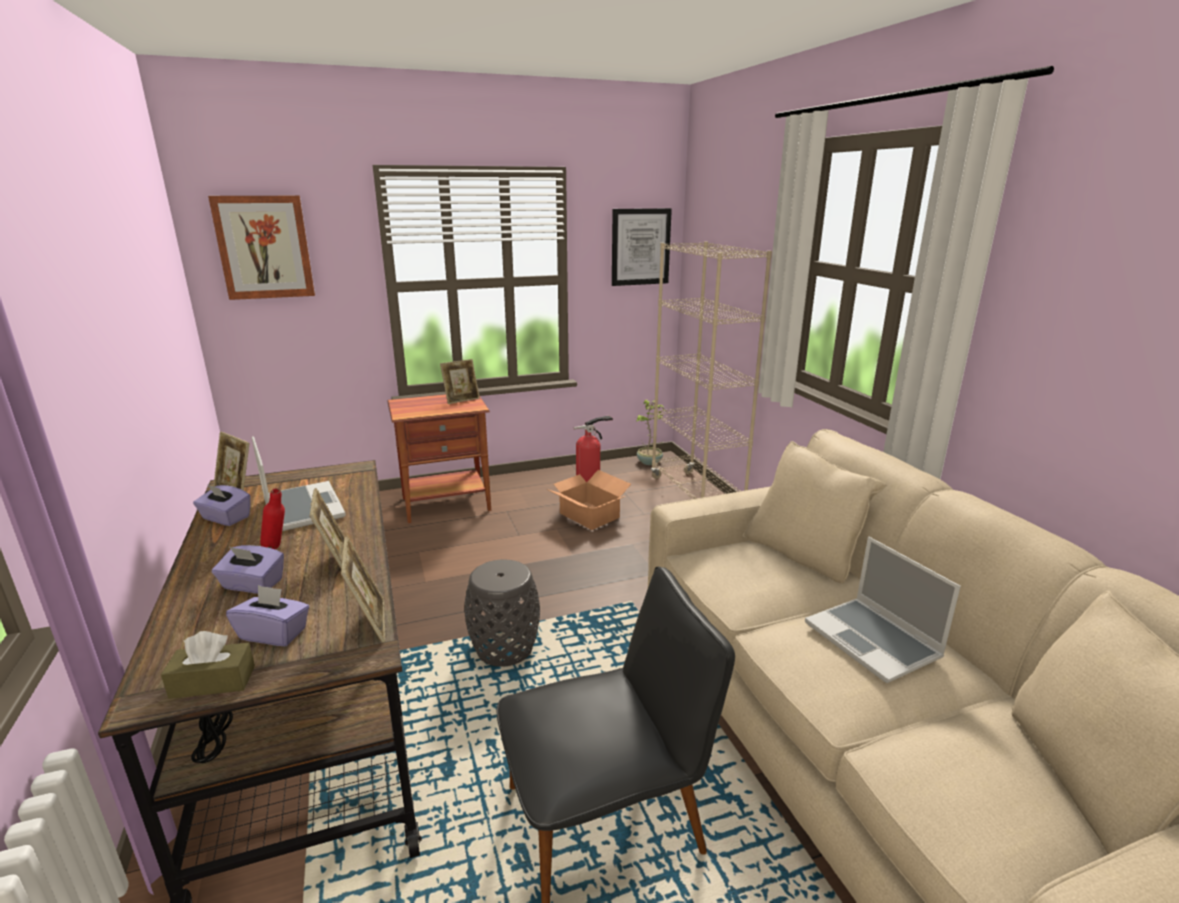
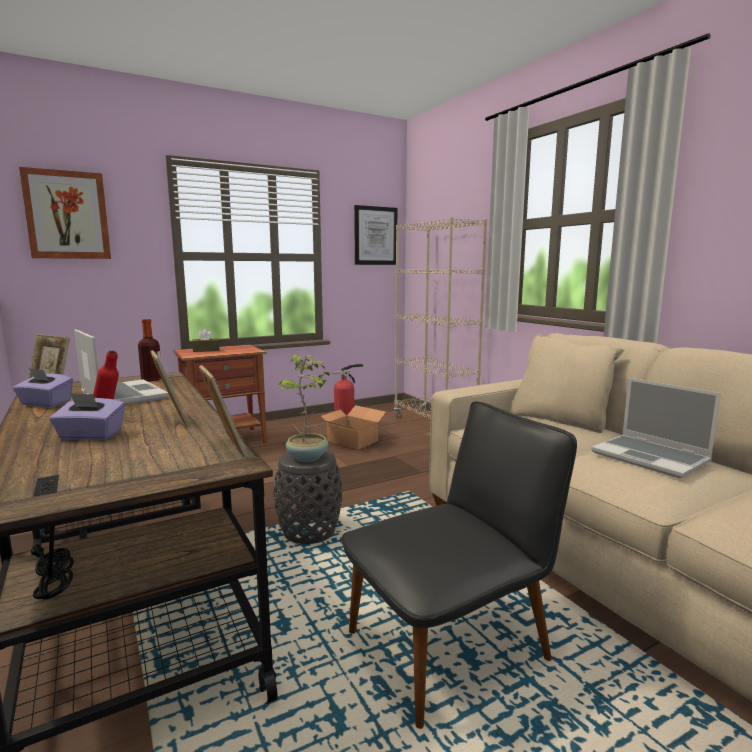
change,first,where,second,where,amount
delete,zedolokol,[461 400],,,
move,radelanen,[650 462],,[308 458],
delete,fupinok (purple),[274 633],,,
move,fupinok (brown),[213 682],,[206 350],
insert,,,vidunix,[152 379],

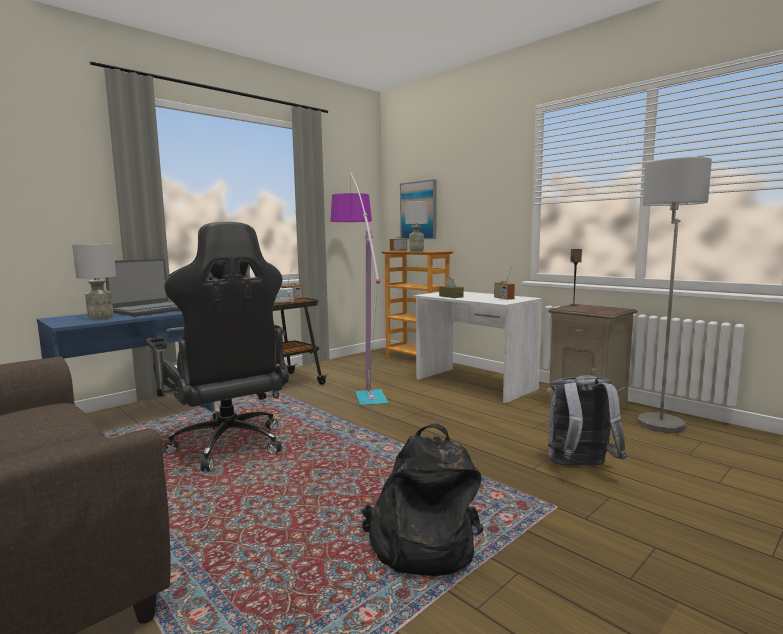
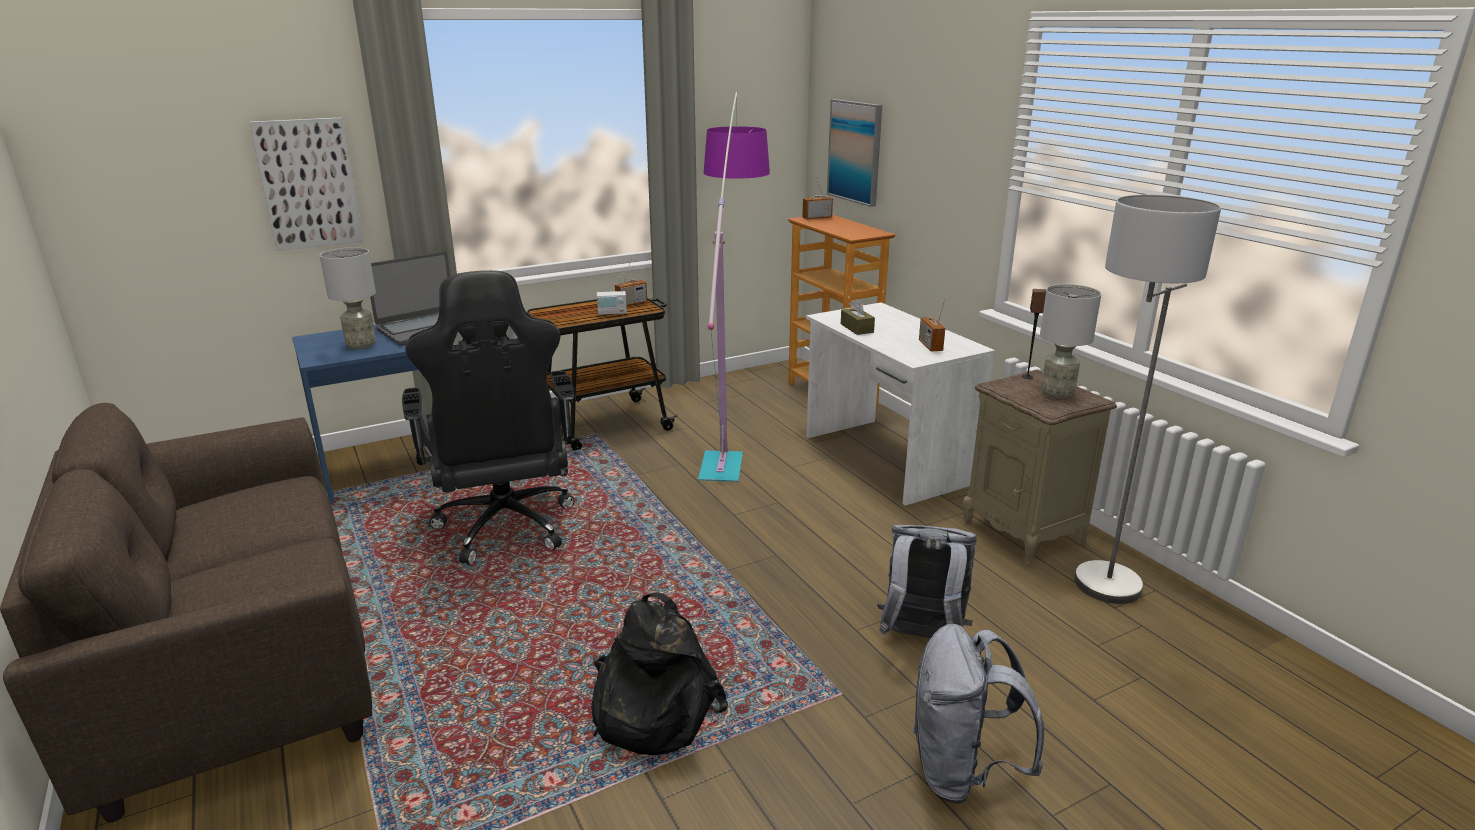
change,first,where,second,where,amount
move,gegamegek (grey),[416 251],,[1056 394],
insert,,,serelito,[308 184],
insert,,,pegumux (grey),[962 772],

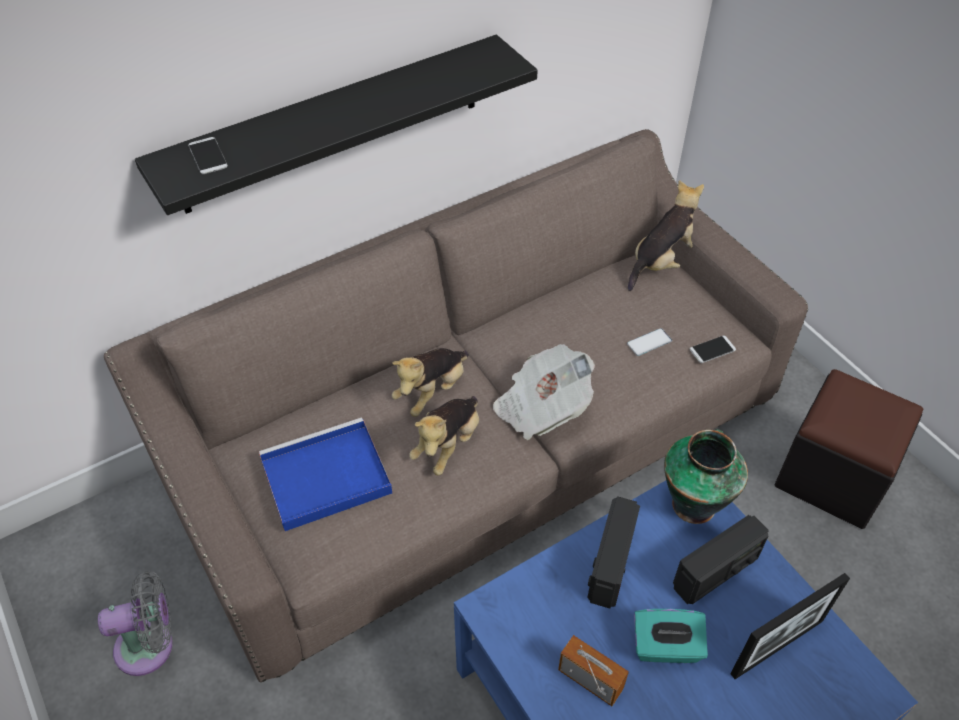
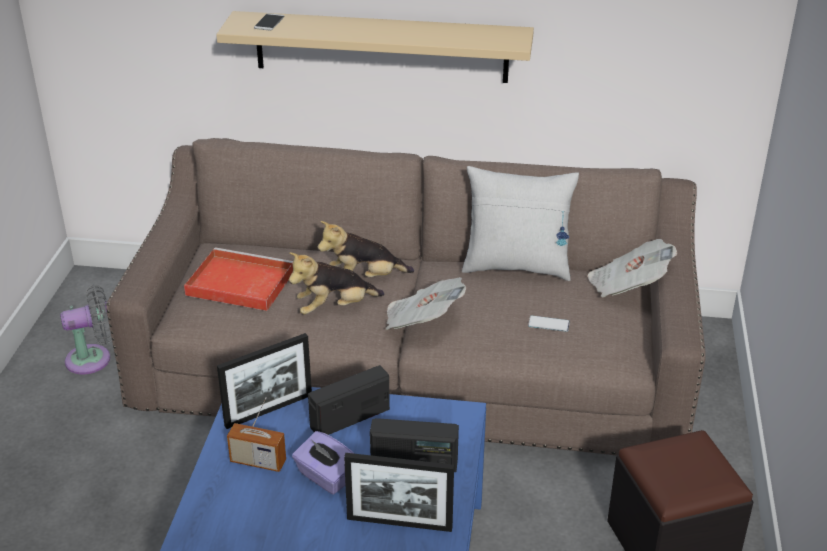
change,first,where,second,where,amount
recolor,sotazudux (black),[333 124],sotazudux (beige),[381 47],
replace,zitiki,[661 262],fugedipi,[627 285],
delete,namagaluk,[712 350],,,
recolor,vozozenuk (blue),[323 478],vozozenuk (red),[238 283],
delete,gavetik,[694 503],,,
rotate,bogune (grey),[150 646],,[93 359],45 degrees counterclockwise
recolor,fupinok (turquoise),[666 647],fupinok (purple),[326 477],
rotate,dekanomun,[590 679],,[258 461],120 degrees clockwise
insert,,,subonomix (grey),[516 268],
insert,,,zedolokol,[268 410],

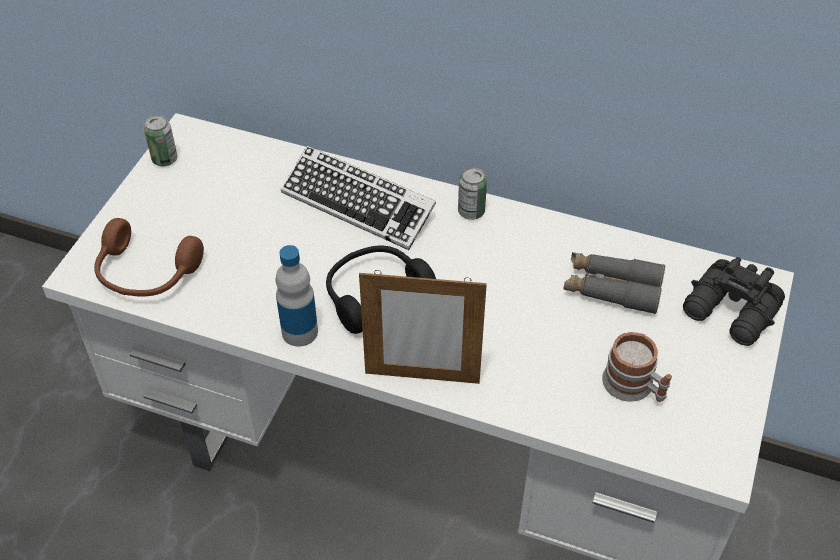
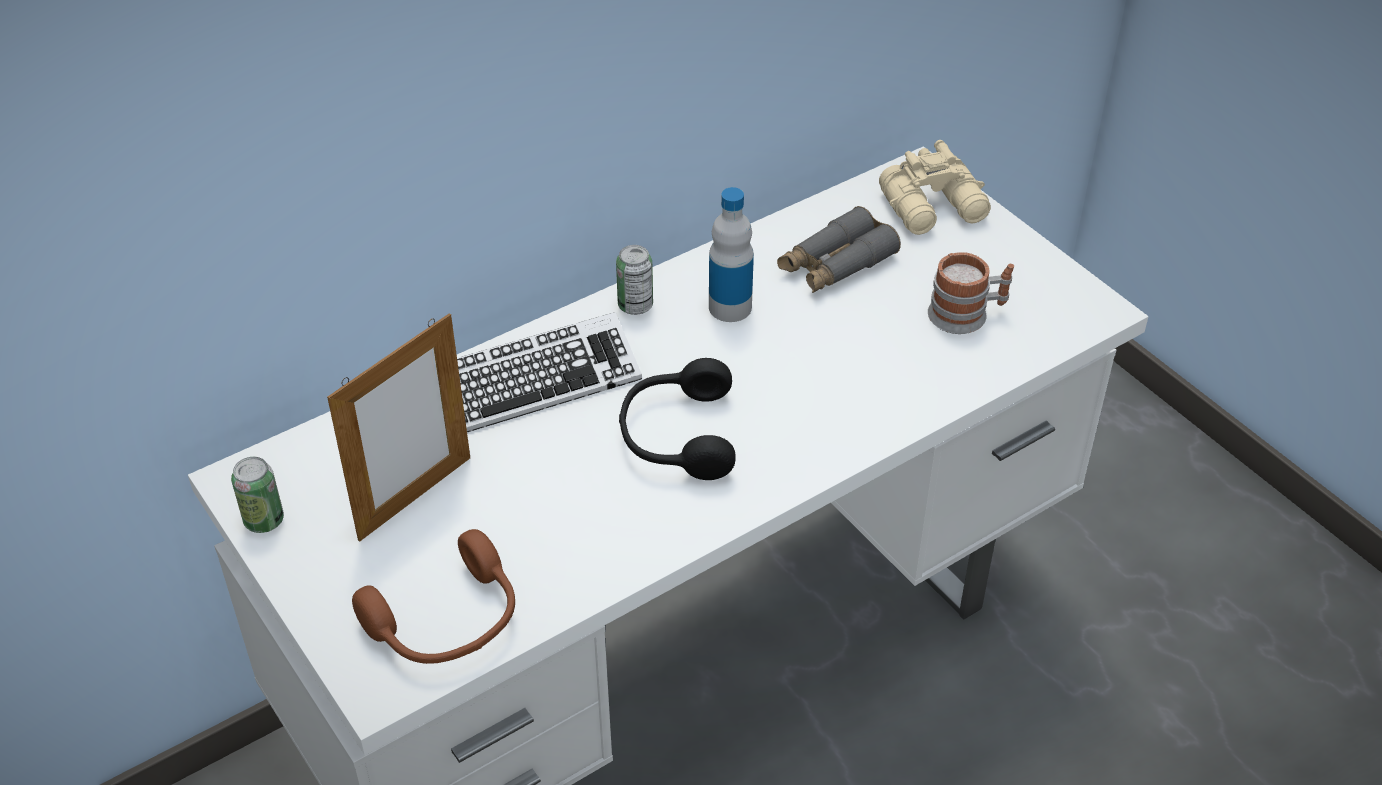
change,first,where,second,where,amount
move,vidunix,[300 332],,[730 307],
recolor,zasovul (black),[731 313],zasovul (beige),[935 208],
move,zedolokol,[422 377],,[415 498],

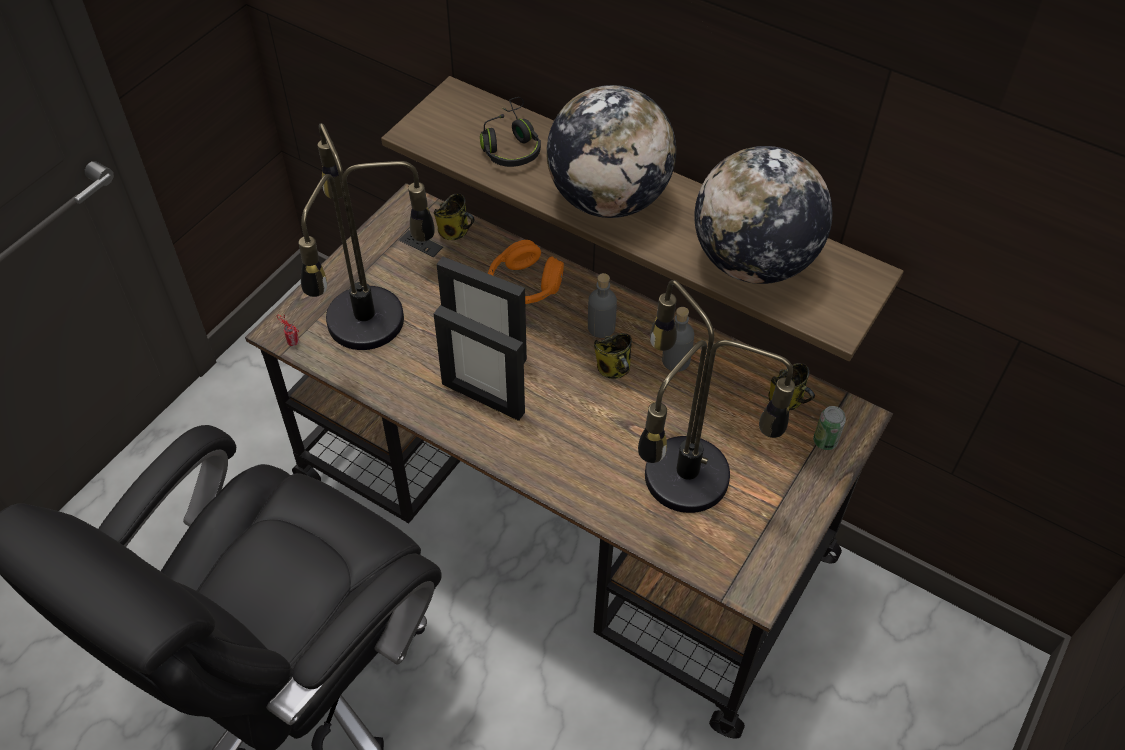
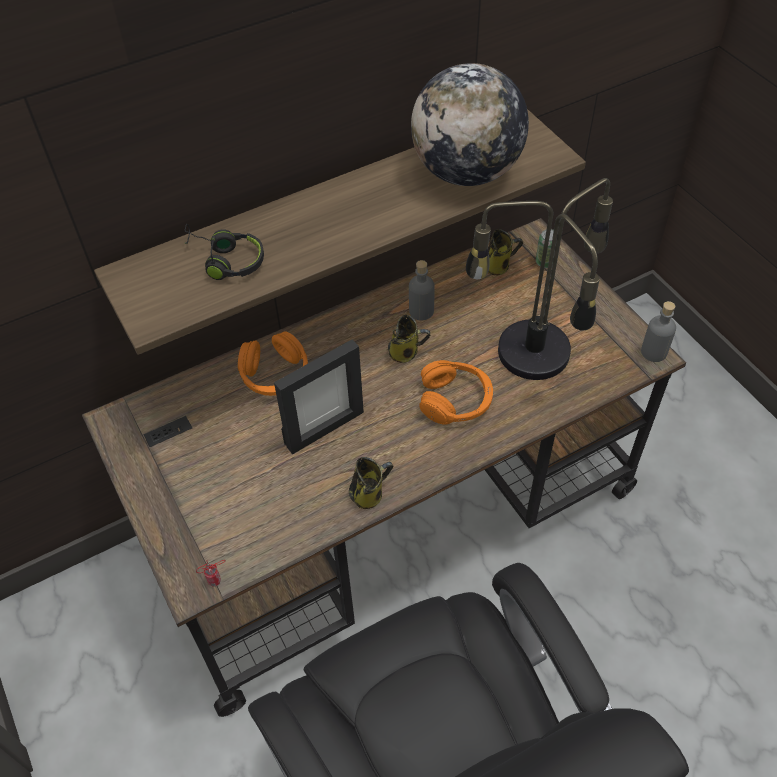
change,first,where,second,where,amount
delete,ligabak,[608 199],,,
delete,gegamegek,[367 320],,,
move,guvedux,[455 232],,[369 494],
move,vidunix (grey),[601 327],,[653 352],
delete,zedolokol,[484 396],,,
insert,,,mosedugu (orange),[455 400],

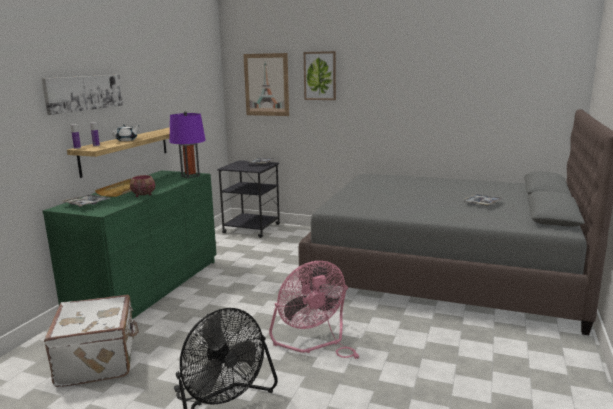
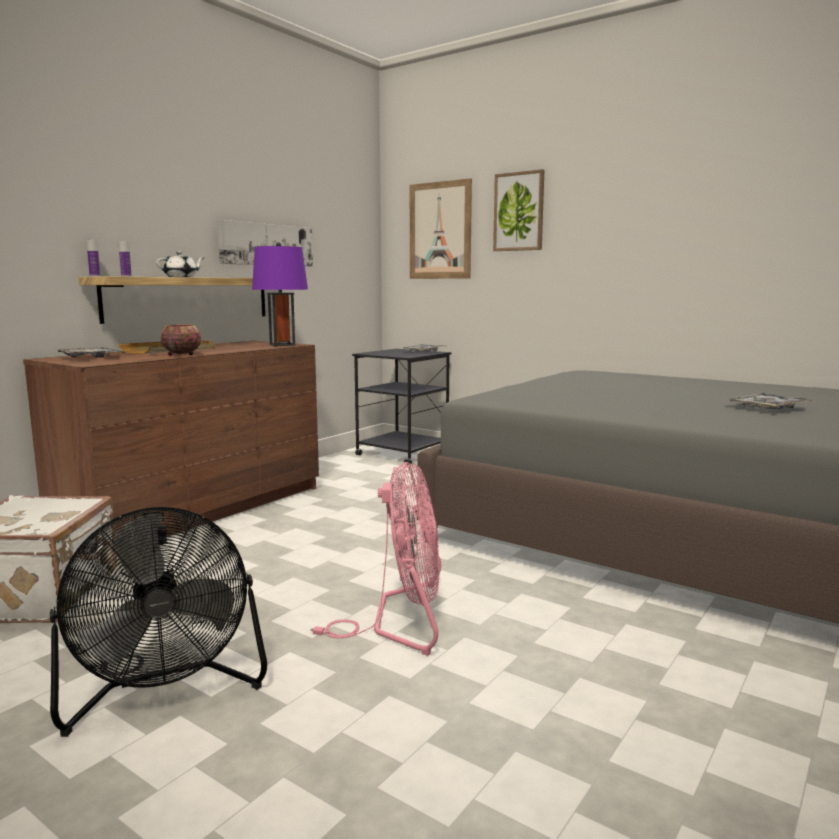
change,first,where,second,where,amount
move,serelito,[84 93],,[266 245],
recolor,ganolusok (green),[148 288],ganolusok (brown),[195 510],
rotate,bogune (pink),[319 341],,[400 619],105 degrees clockwise

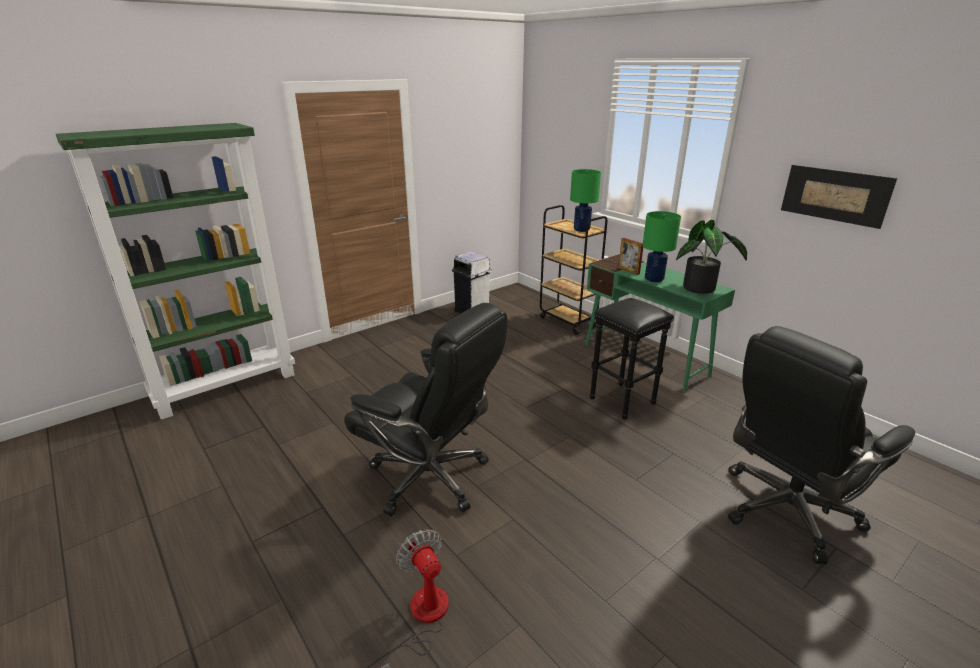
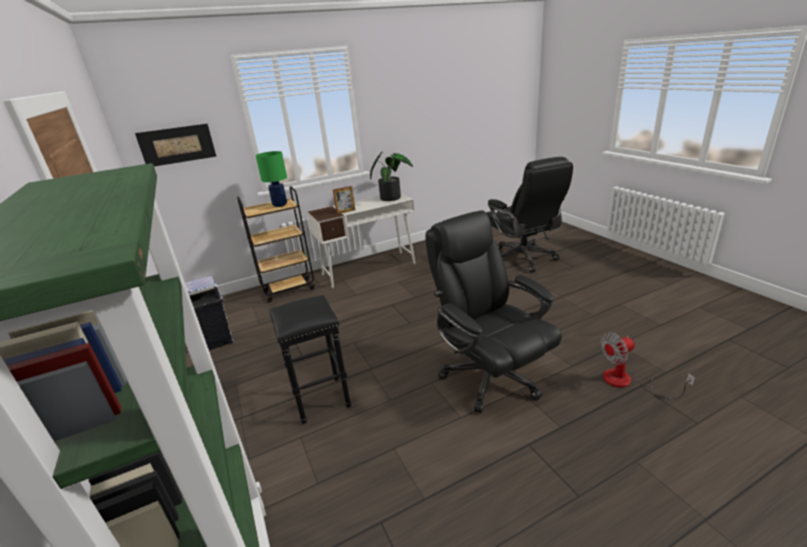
change,first,where,second,where,amount
move,serelito,[834 195],,[177 145],
delete,gegamegek (green),[653 280],,,
recolor,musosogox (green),[645 360],musosogox (white),[369 268],
move,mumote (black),[620 400],,[320 400],
rotate,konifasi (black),[429 477],,[490 377],75 degrees counterclockwise

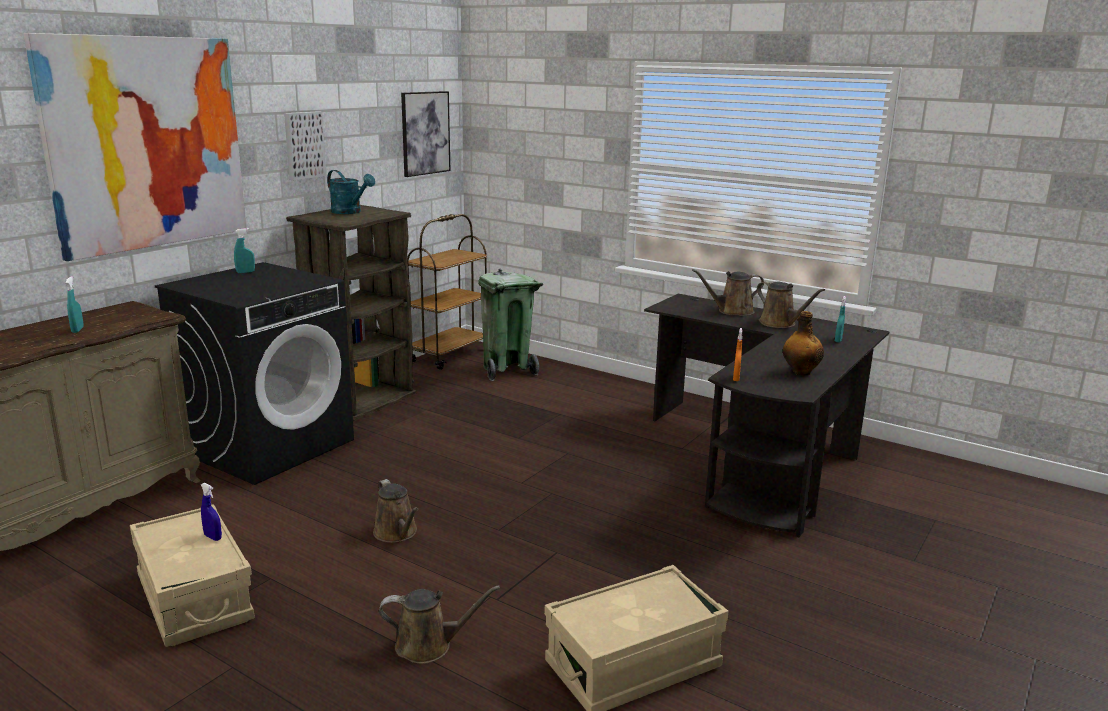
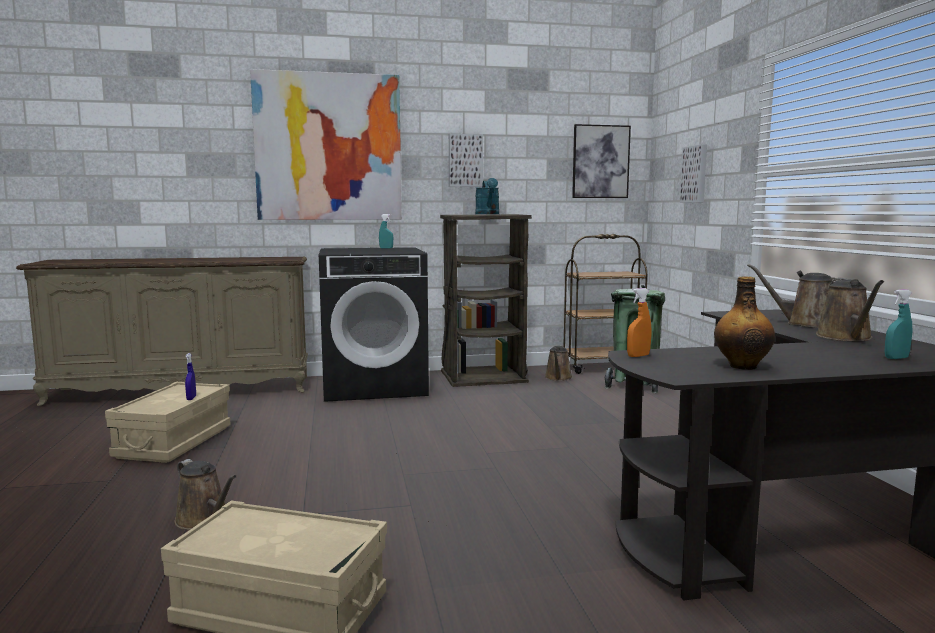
change,first,where,second,where,amount
delete,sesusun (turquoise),[77 330],,,
move,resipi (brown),[397 533],,[558 378],
insert,,,serelito,[695 174],

